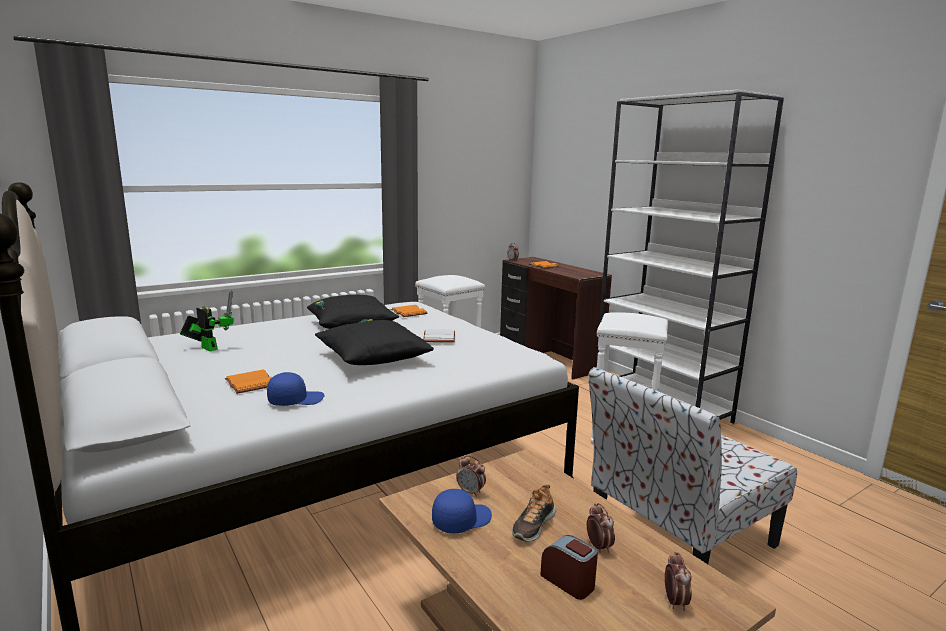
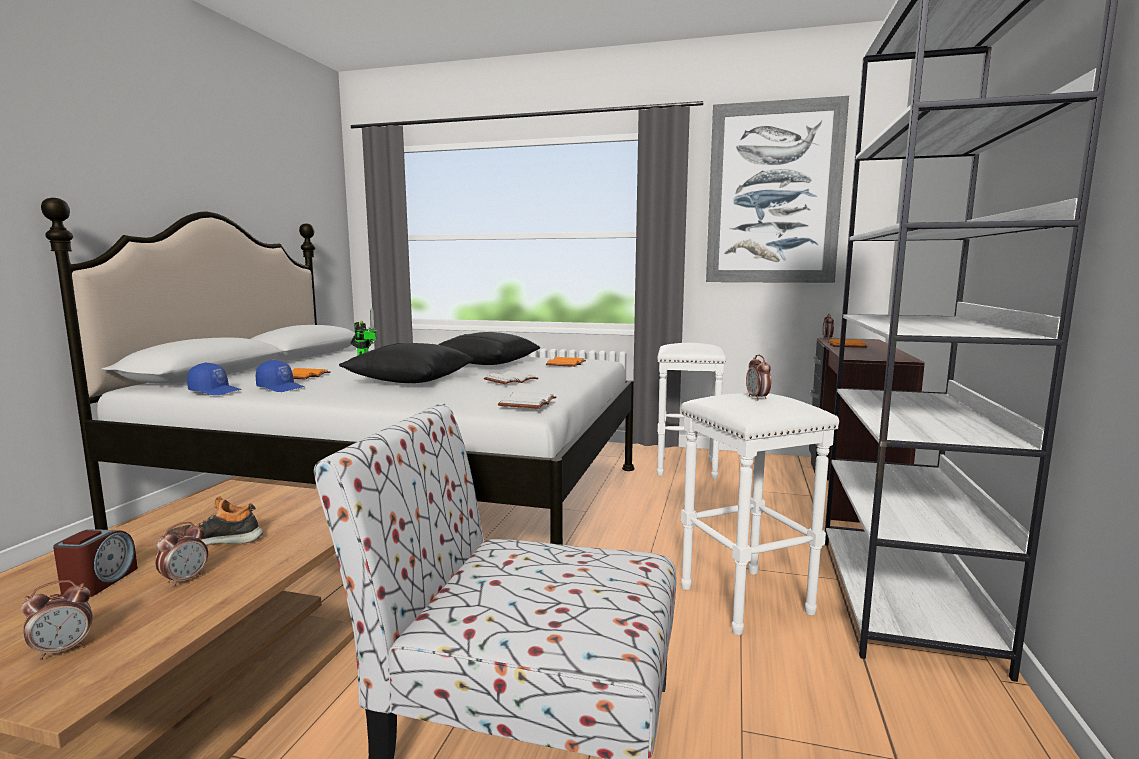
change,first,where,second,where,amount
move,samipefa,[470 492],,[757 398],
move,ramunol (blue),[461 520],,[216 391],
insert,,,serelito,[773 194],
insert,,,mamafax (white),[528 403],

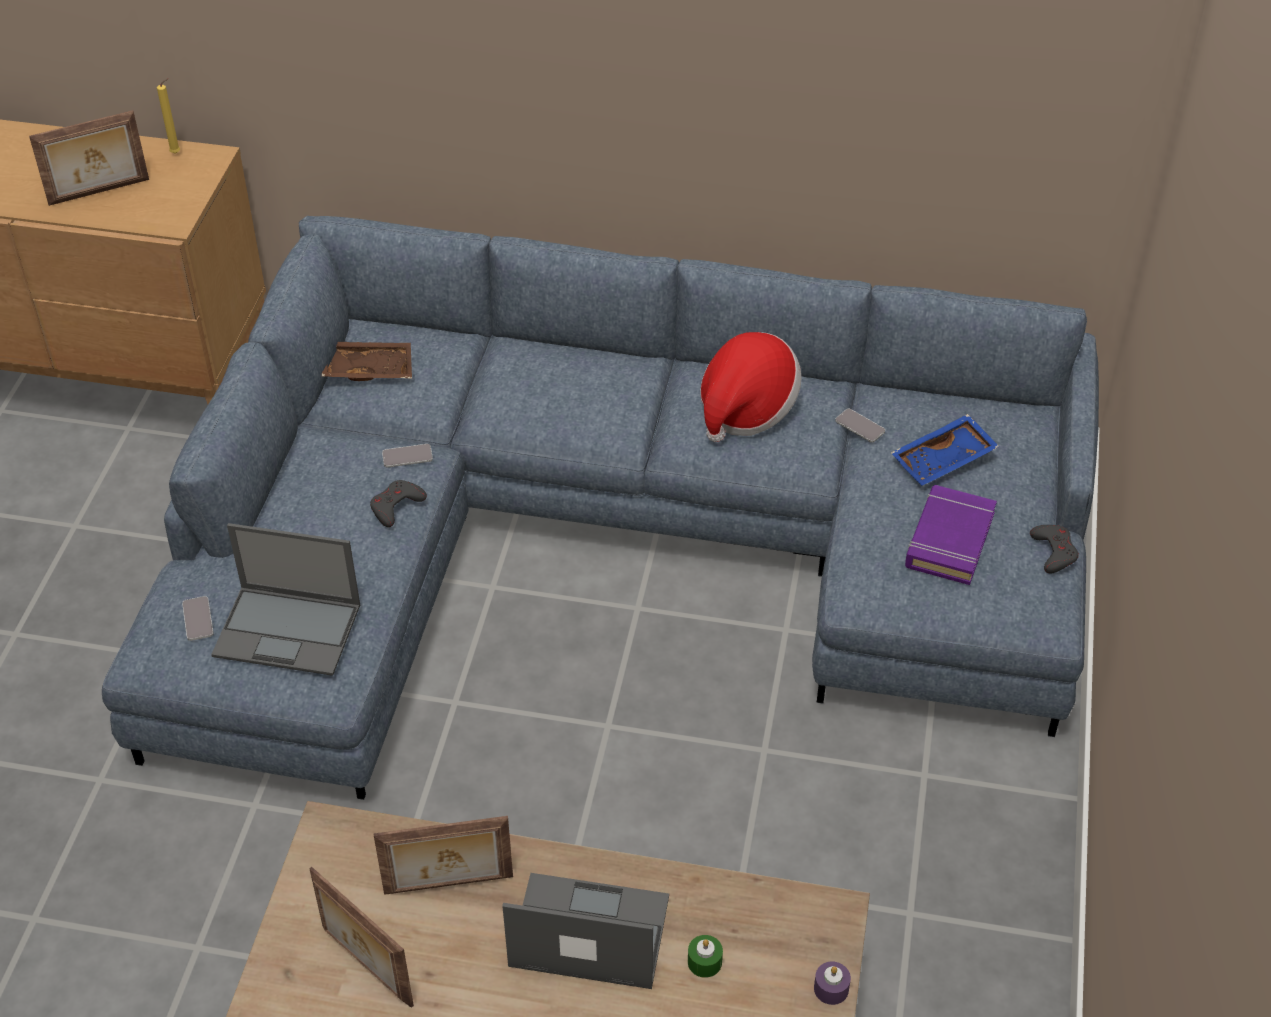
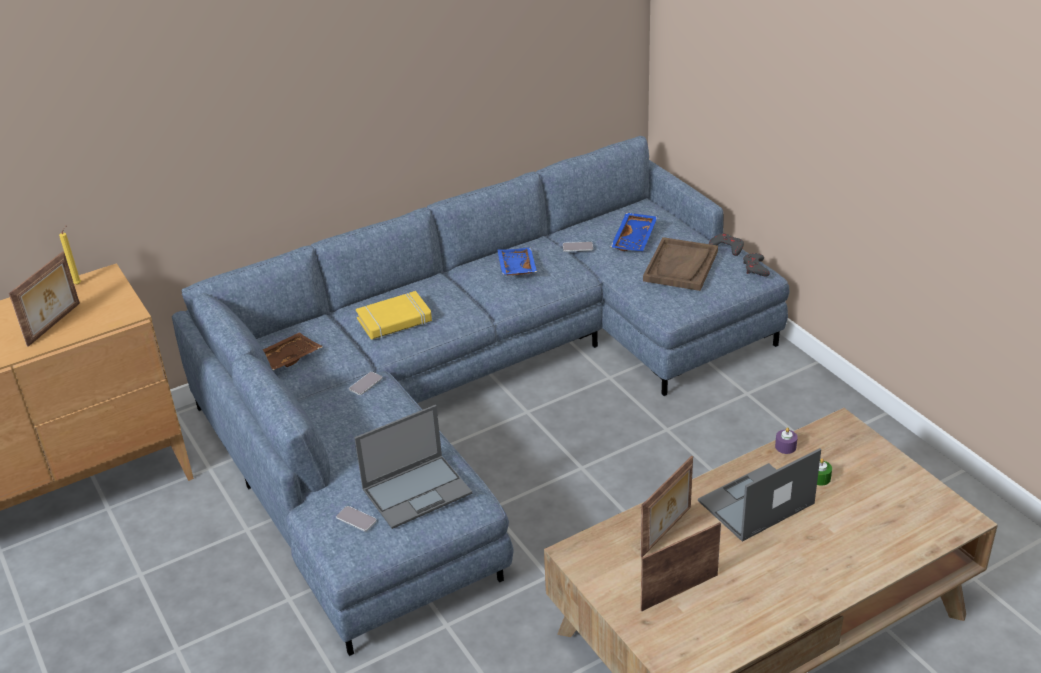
change,first,where,second,where,amount
replace,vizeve,[746 408],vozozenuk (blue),[515 268],
move,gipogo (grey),[396 506],,[755 268],
replace,mamafax (purple),[949 540],vozozenuk (brown),[681 266],
rotate,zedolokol,[365 967],,[678 591],150 degrees clockwise
move,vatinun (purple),[831 988],,[785 446],
insert,,,mamafax (yellow),[394 320],

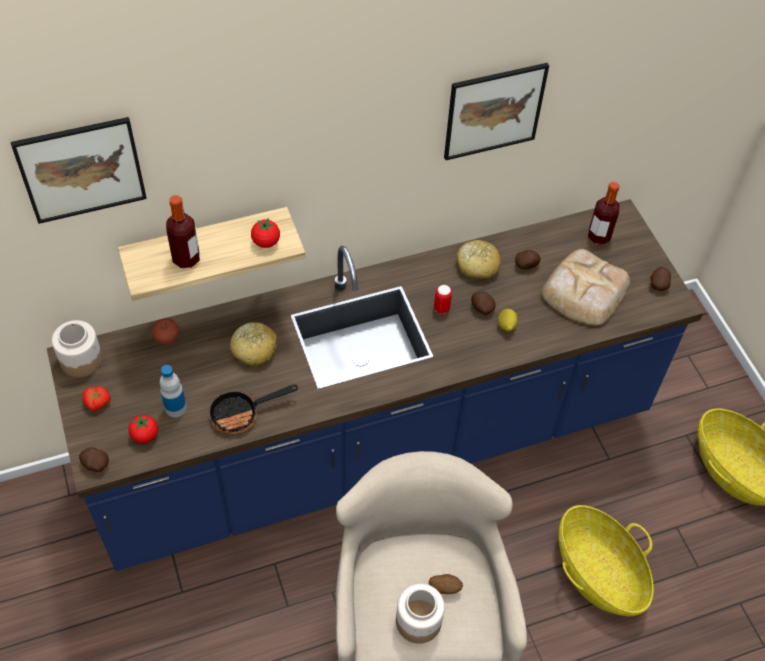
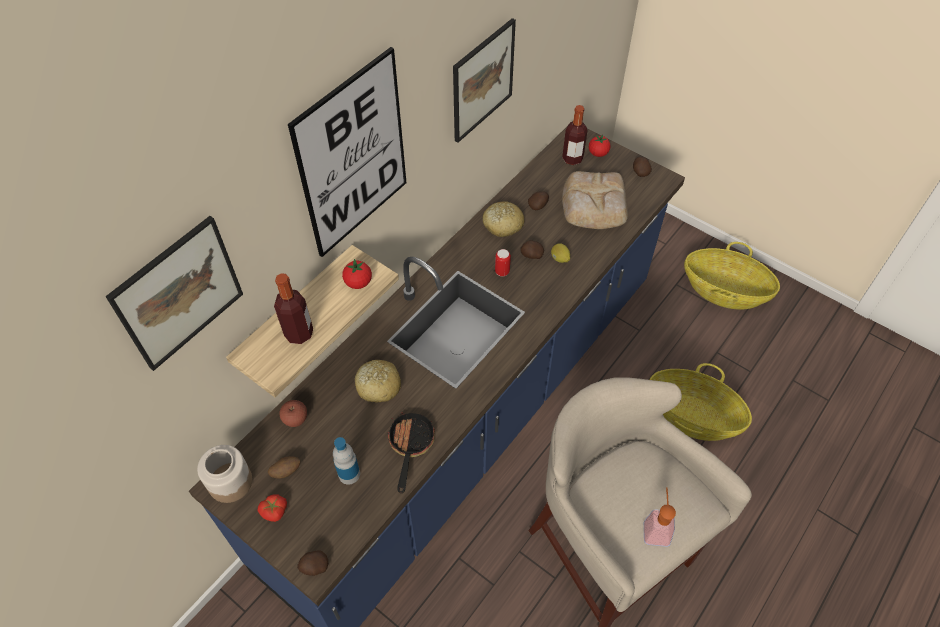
change,first,where,second,where,amount
rotate,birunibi,[242 414],,[410 445],150 degrees clockwise
move,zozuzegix,[145 435],,[598 153],
move,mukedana,[445 587],,[286 471],
replace,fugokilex,[417 621],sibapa,[656 528],
insert,,,serelito,[353 156],

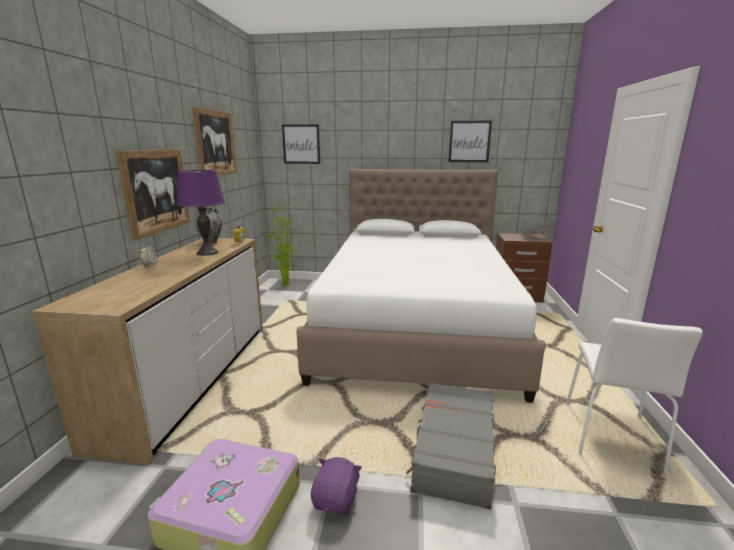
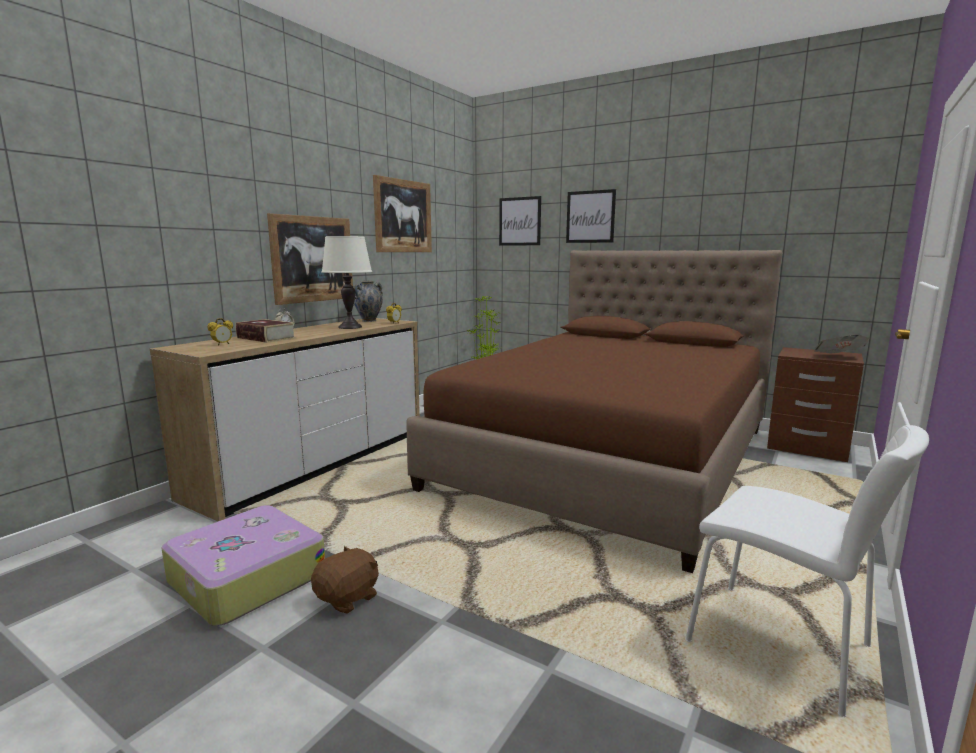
change,first,where,second,where,amount
move,serelito,[469 141],,[590 217],
recolor,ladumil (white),[416 325],ladumil (brown),[610 457],
recolor,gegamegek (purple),[207 253],gegamegek (white),[350 327],
rotate,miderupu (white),[612 438],,[784 647],90 degrees counterclockwise
delete,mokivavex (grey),[453 450],,,
recolor,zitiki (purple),[336 500],zitiki (brown),[348 598],
insert,,,samipefa,[222 344],
insert,,,mamafax,[266 338],

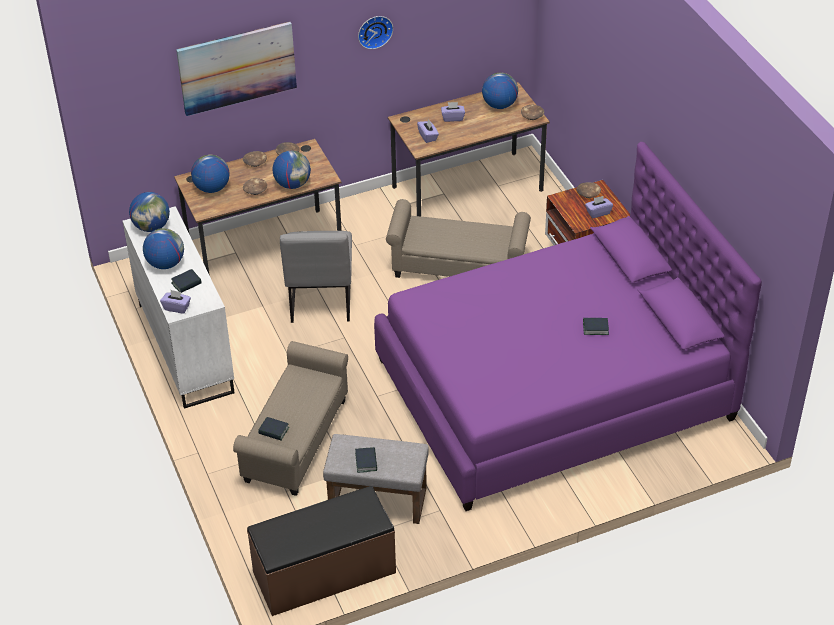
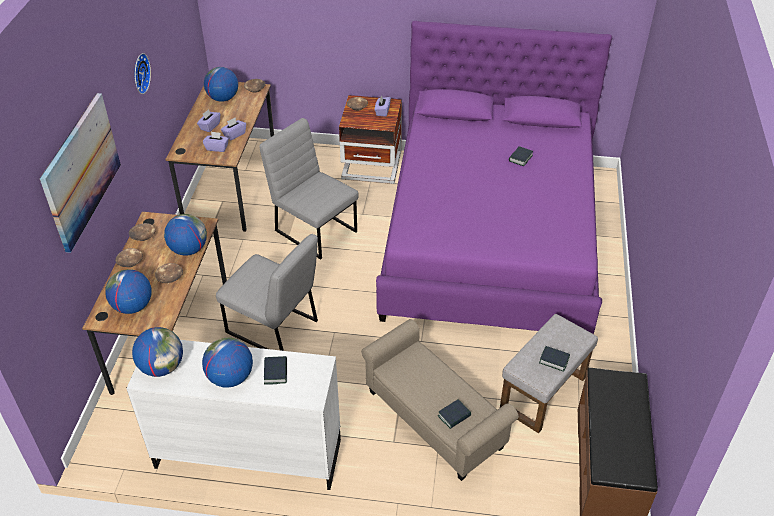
change,first,where,second,where,amount
replace,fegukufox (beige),[458 267],miderupu (grey),[314 229],
move,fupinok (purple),[177 307],,[234 134],

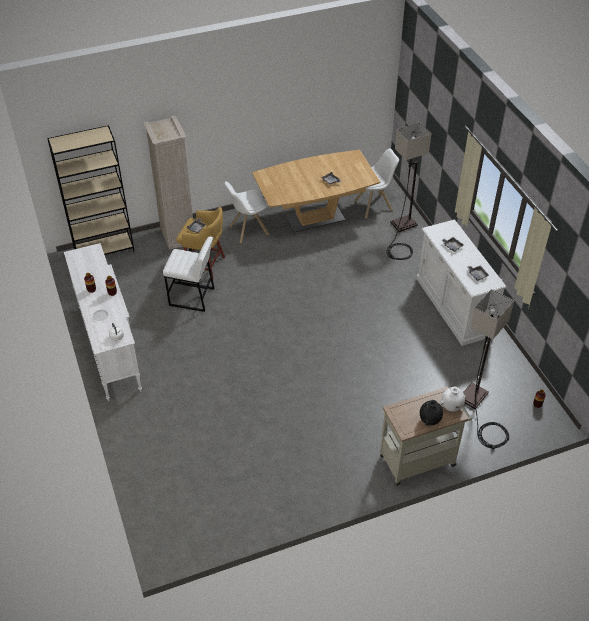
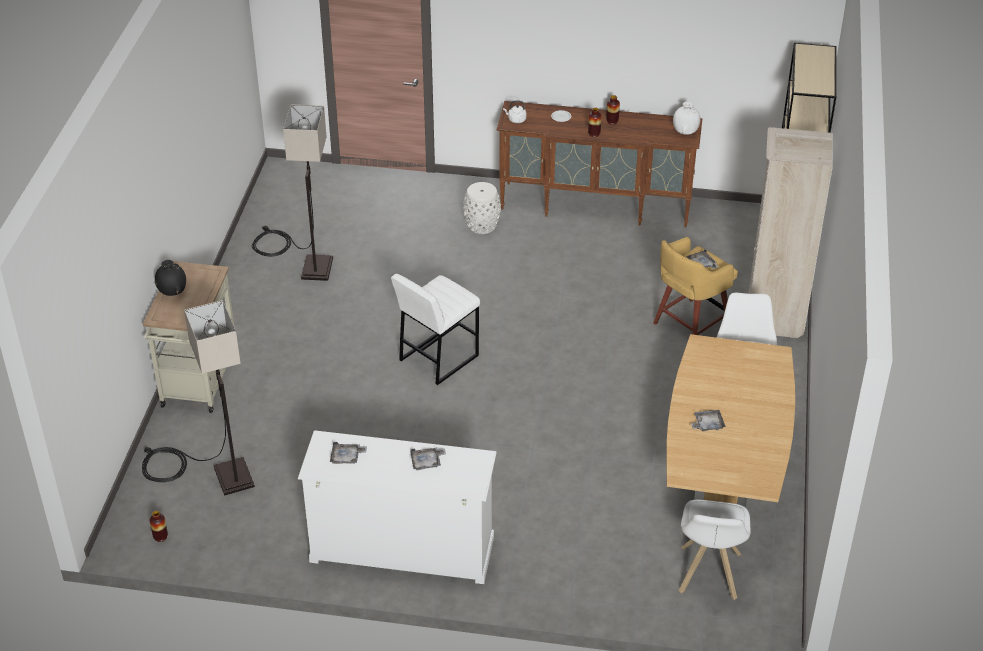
change,first,where,second,where,amount
move,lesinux,[401 239],,[293 255],
move,miderupu (white),[193 297],,[437 359],
recolor,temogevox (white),[109 345],temogevox (brown),[595 205],
move,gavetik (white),[451 407],,[685 132],
insert,,,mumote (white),[481 225],

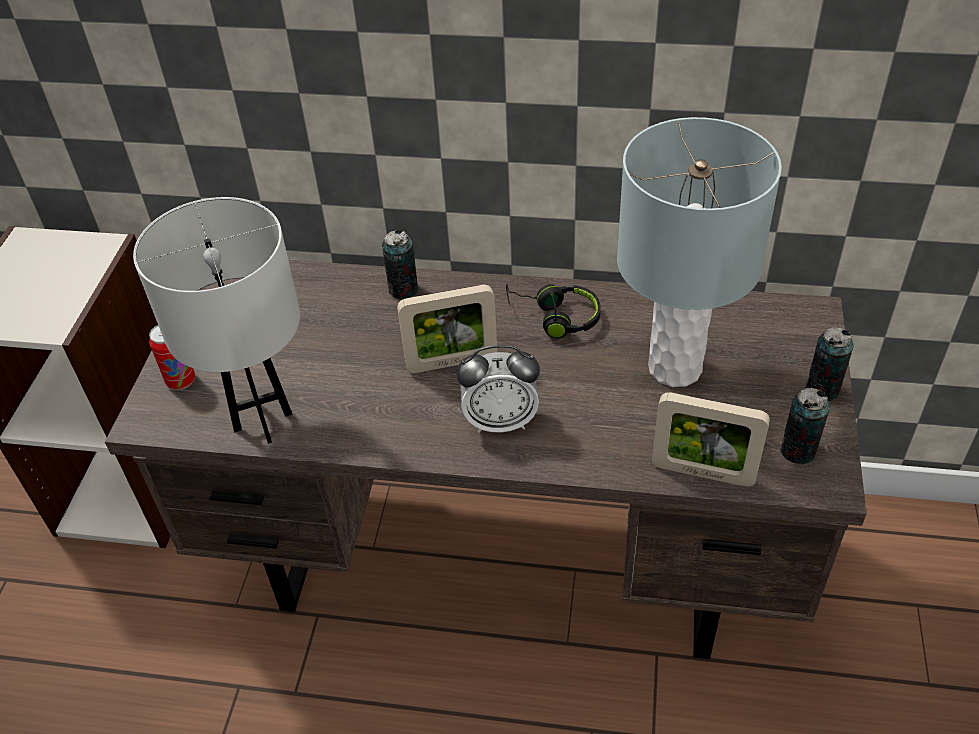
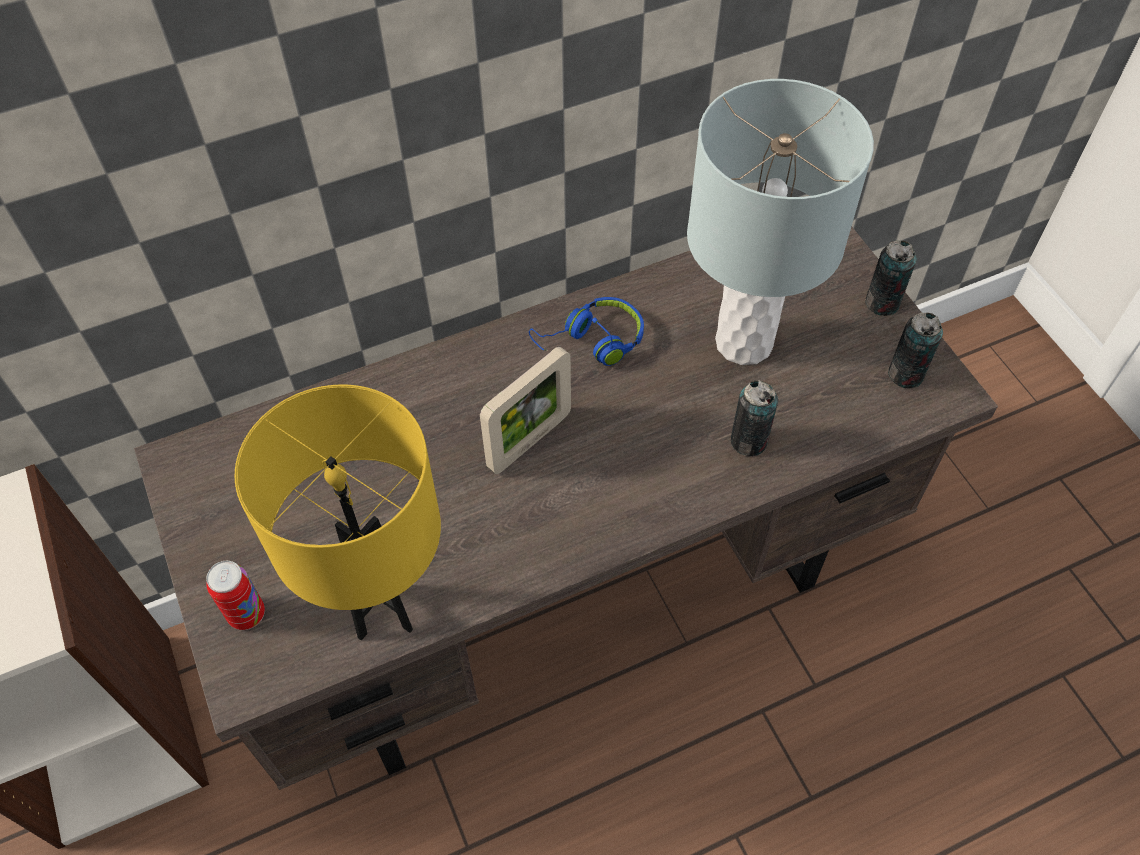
change,first,where,second,where,amount
recolor,gegamegek (white),[263 422],gegamegek (yellow),[384 611],
move,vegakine,[403 290],,[748 441],
recolor,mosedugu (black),[554 317],mosedugu (blue),[592 341],
delete,samipefa,[500 420],,,
delete,zedolokol,[702 473],,,

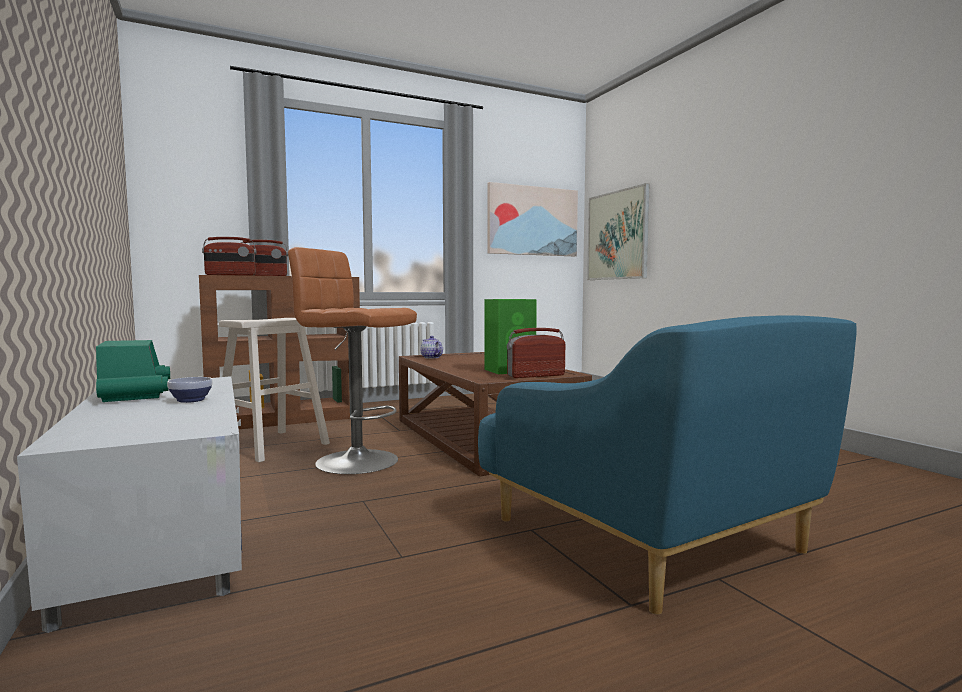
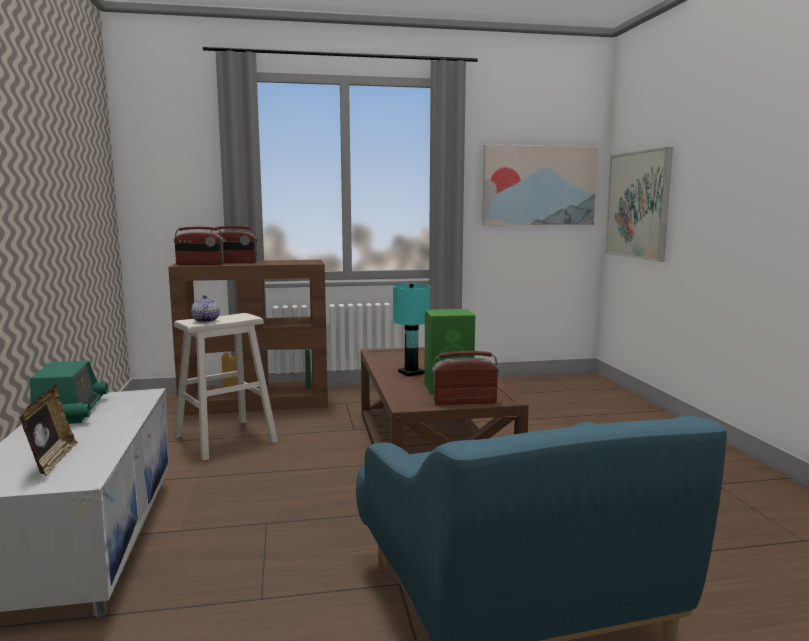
change,first,where,second,where,amount
delete,mumote (brown),[357 461],,,
move,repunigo,[431 357],,[205 321],
delete,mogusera,[191 400],,,
insert,,,gegamegek (turquoise),[411 373],
insert,,,zedolokol,[51 461],

